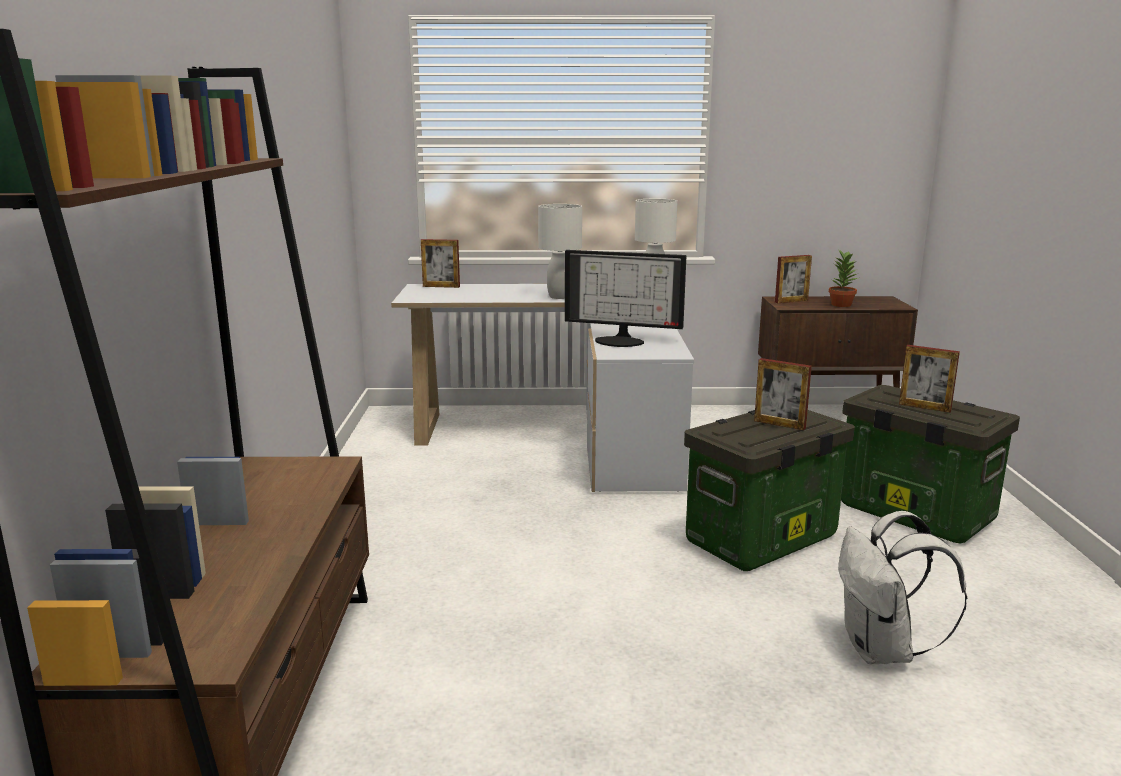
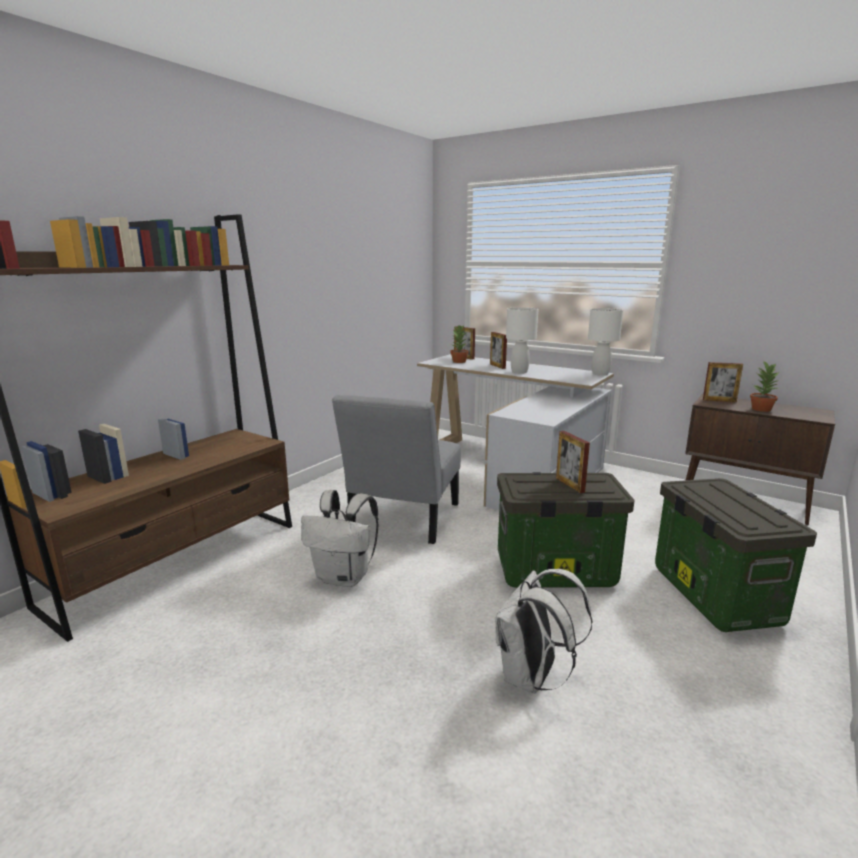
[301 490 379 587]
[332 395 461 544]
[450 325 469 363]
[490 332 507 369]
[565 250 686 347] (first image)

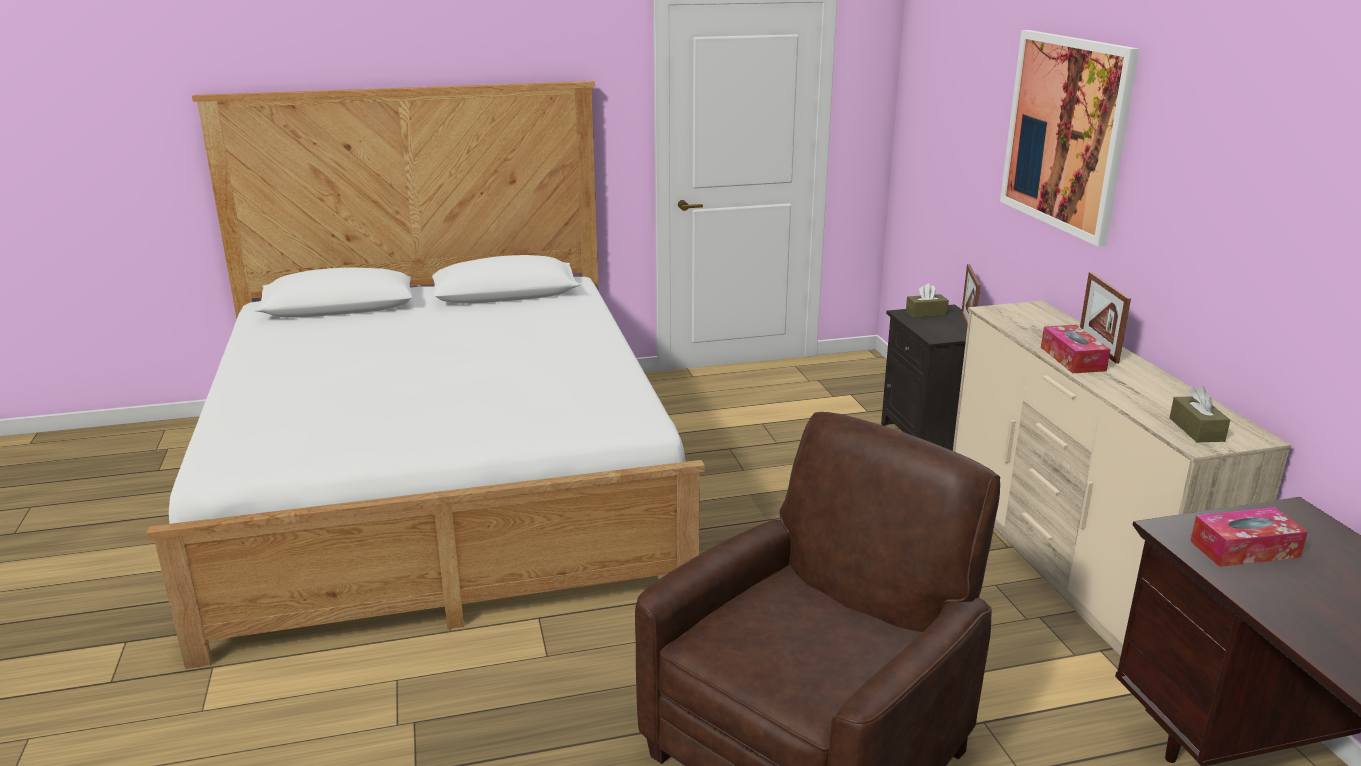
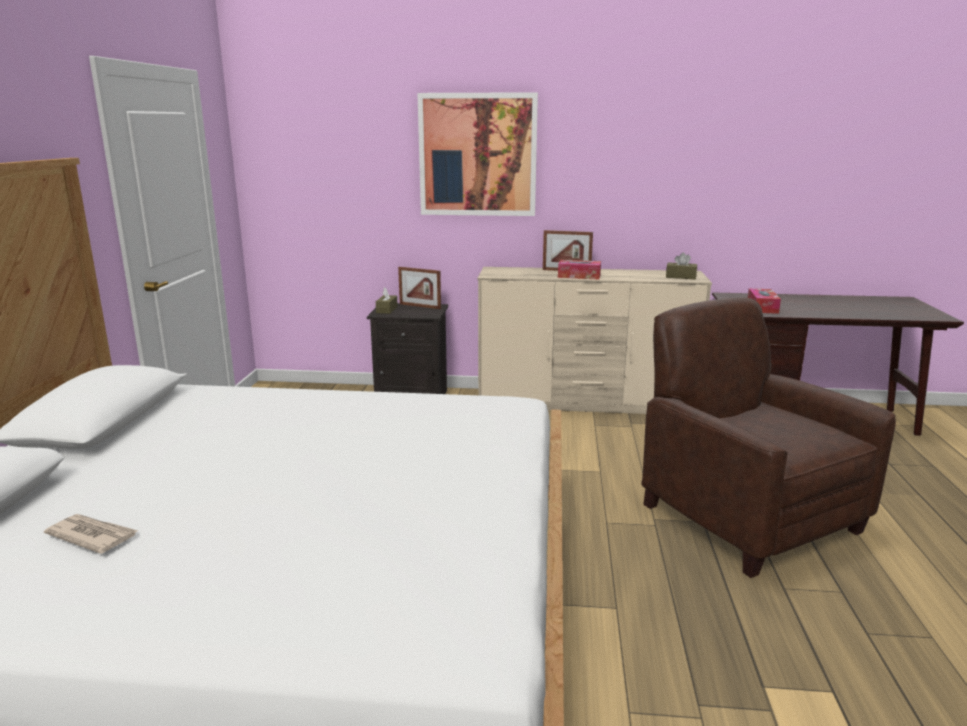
[44 514 138 554]

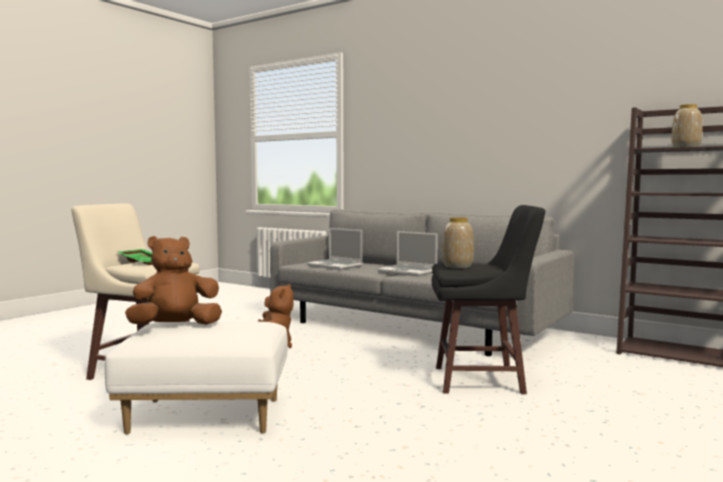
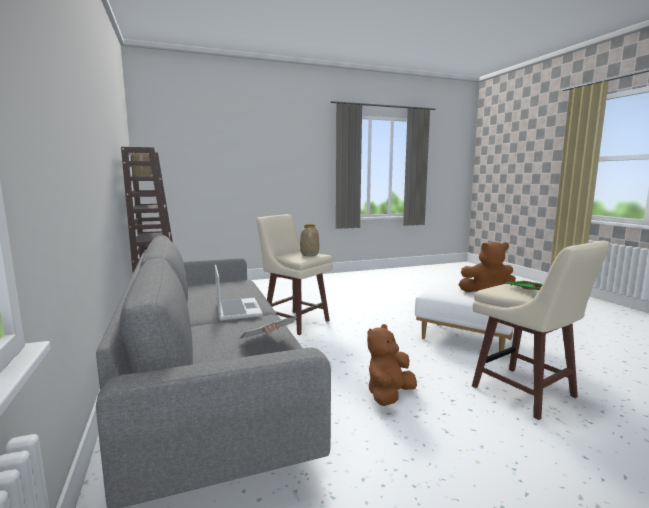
[239 317 298 339]
[256 214 333 335]

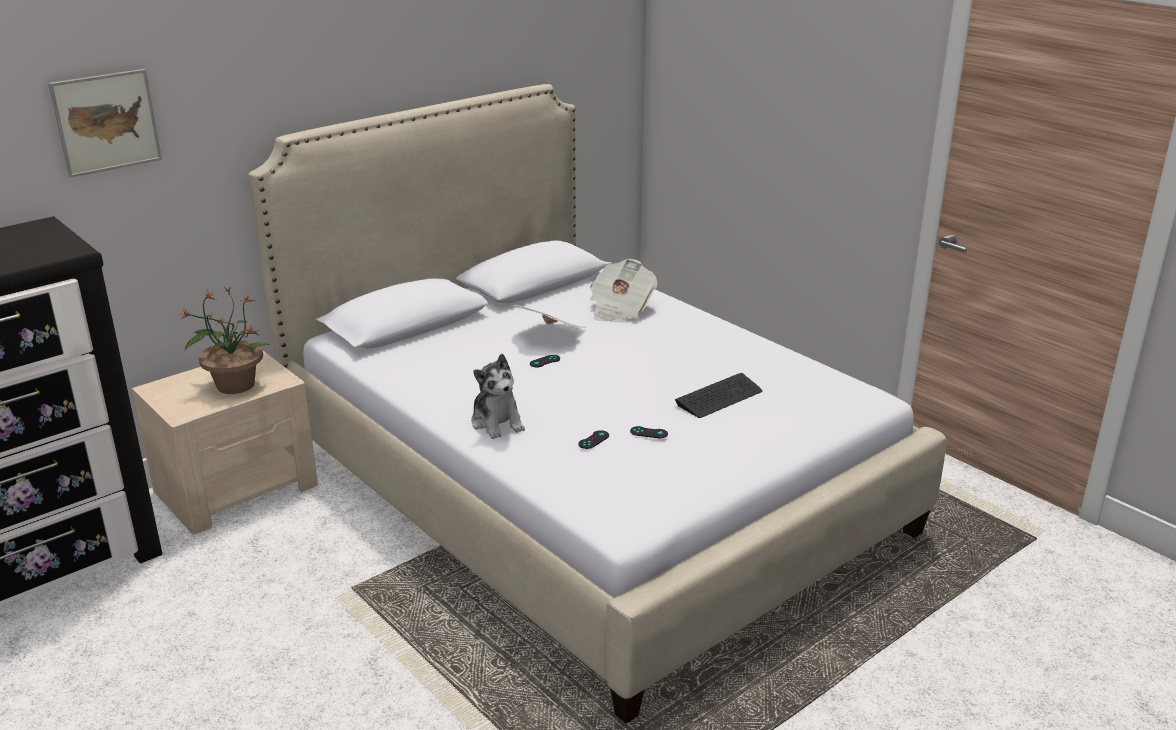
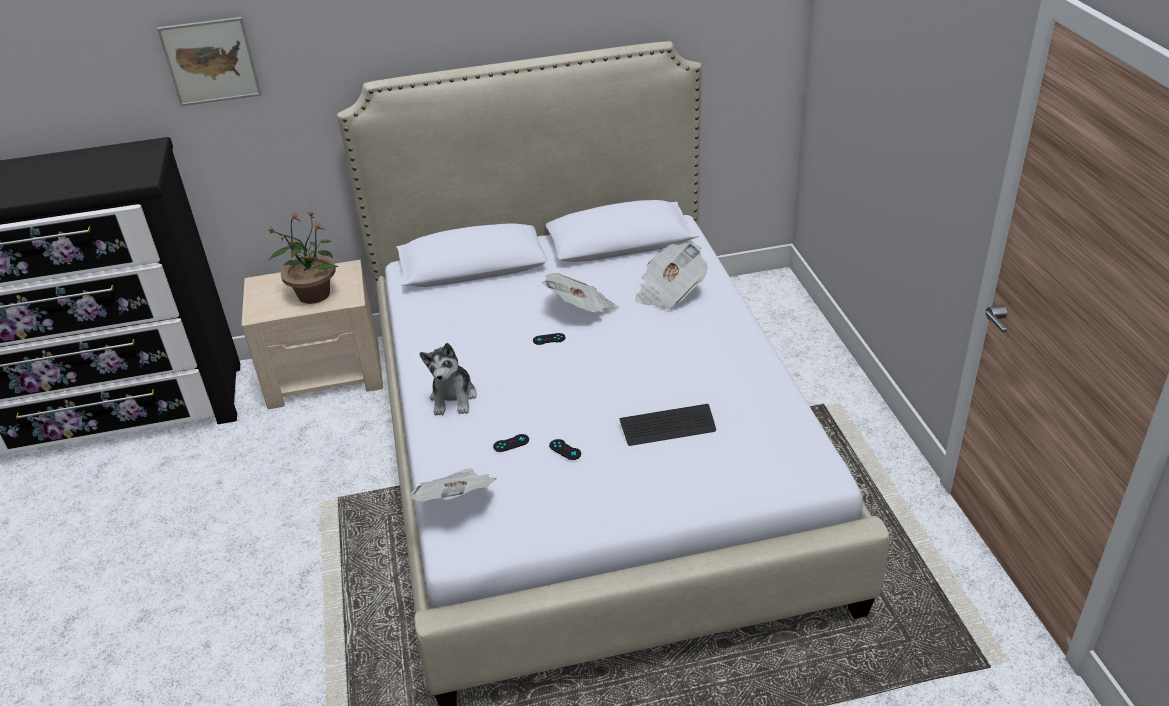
[410 468 496 502]

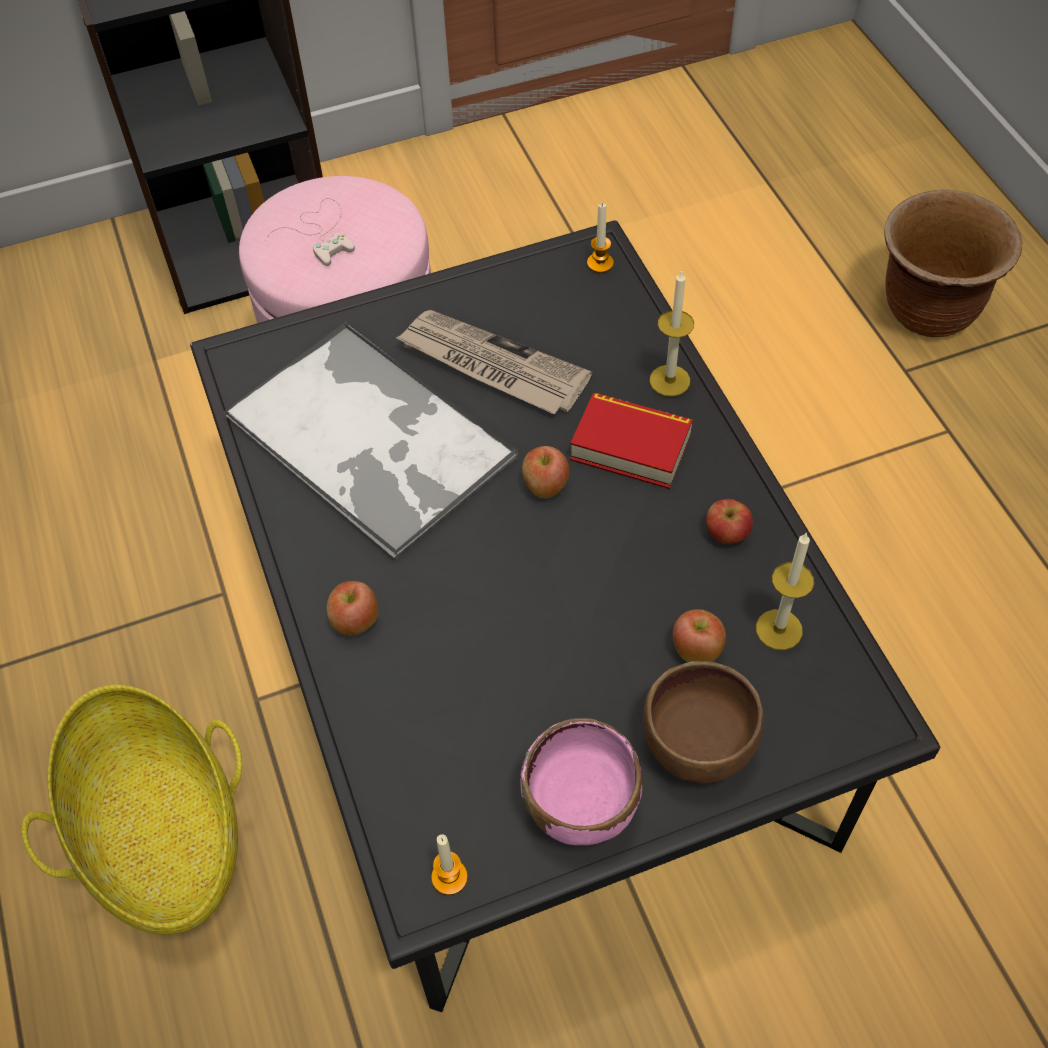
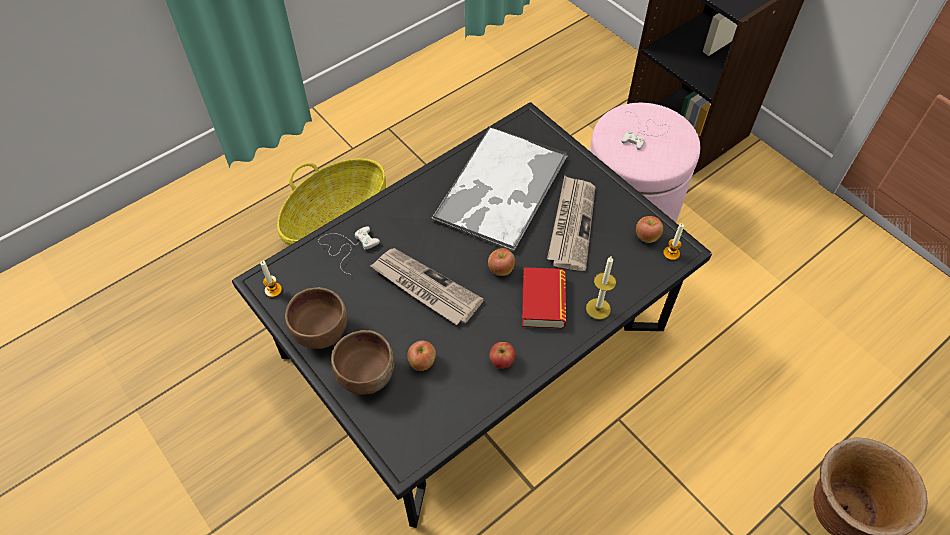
[285 287 347 349]
[318 226 380 274]
[369 248 484 325]
[636 216 663 243]
[756 532 814 650] (first image)

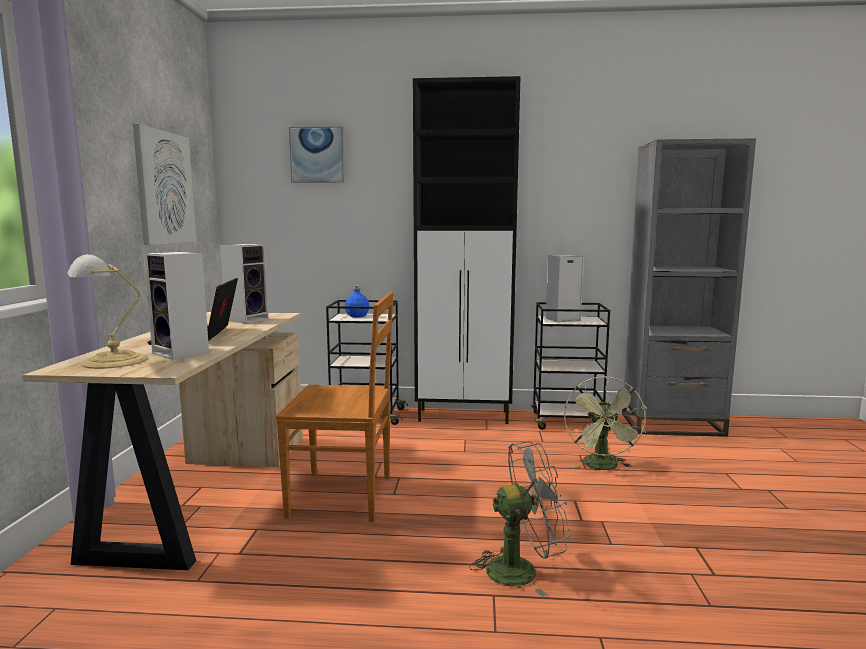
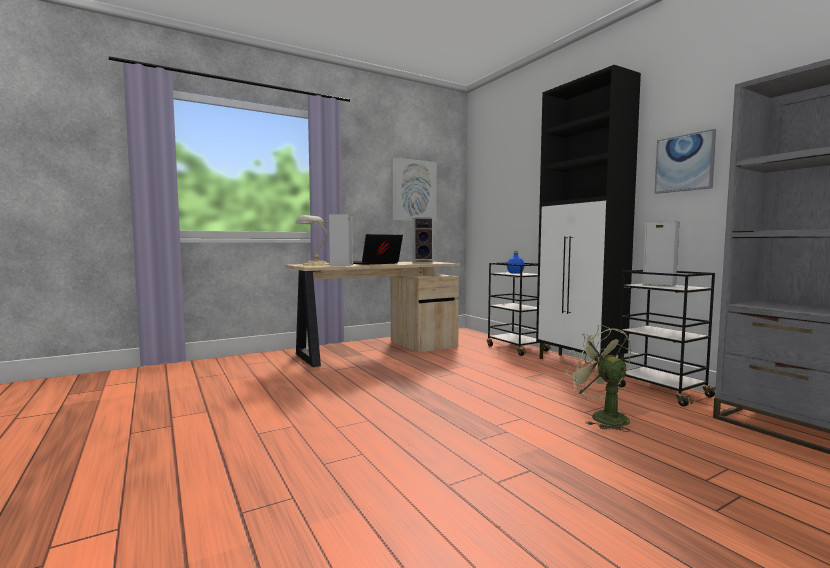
[565 325 632 432]
[654 129 716 194]
[275 291 394 522] (first image)
[469 441 571 597] (first image)

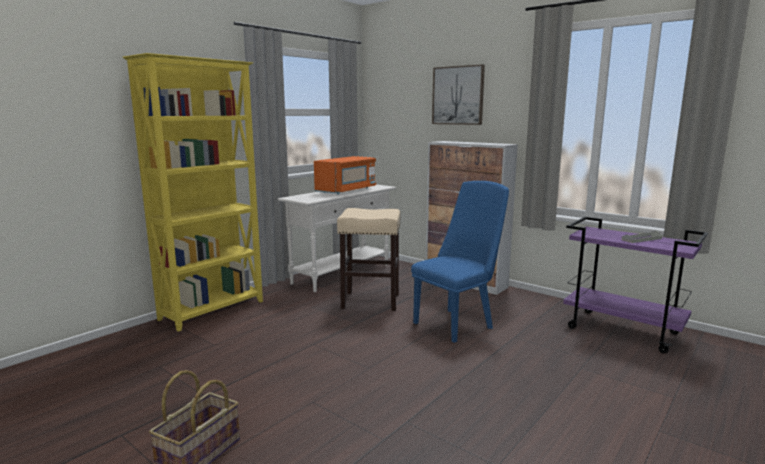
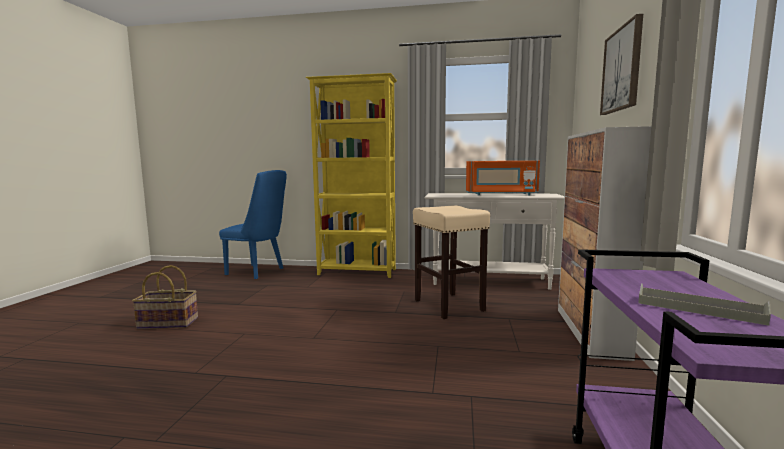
[219 170 287 279]

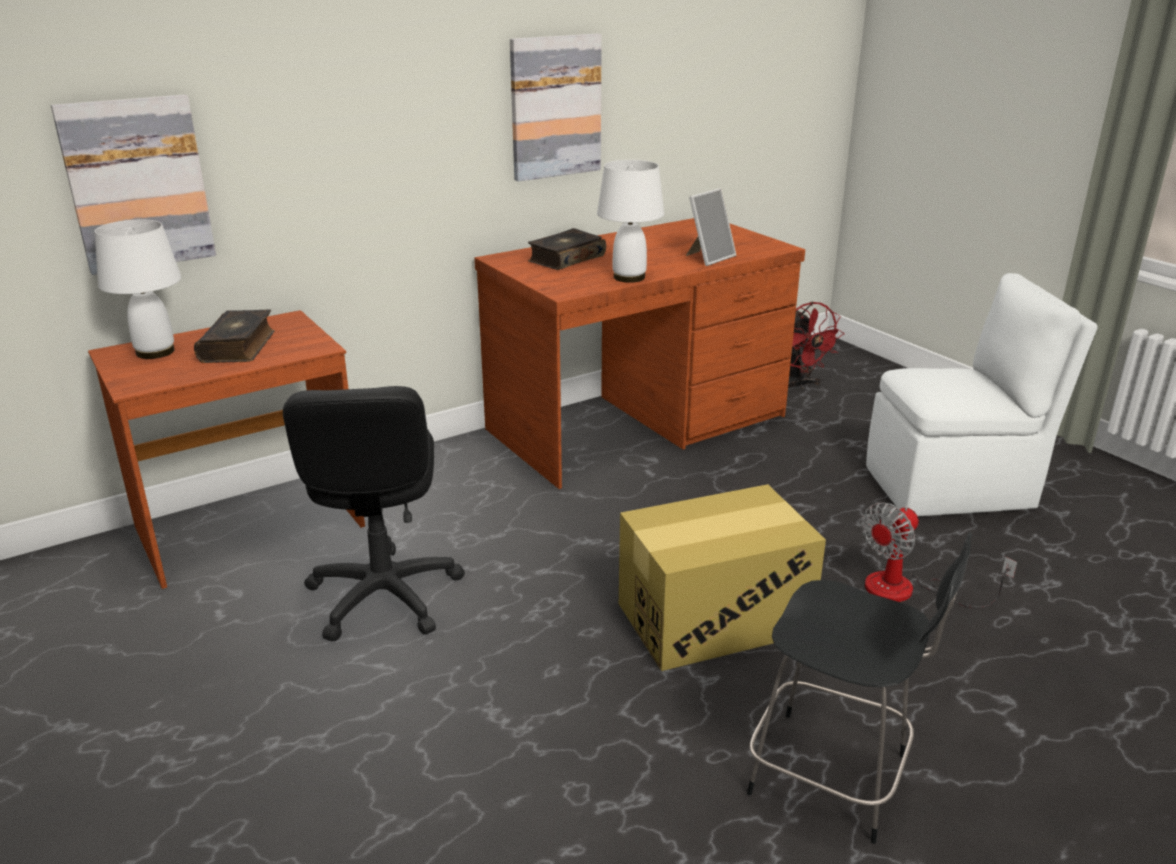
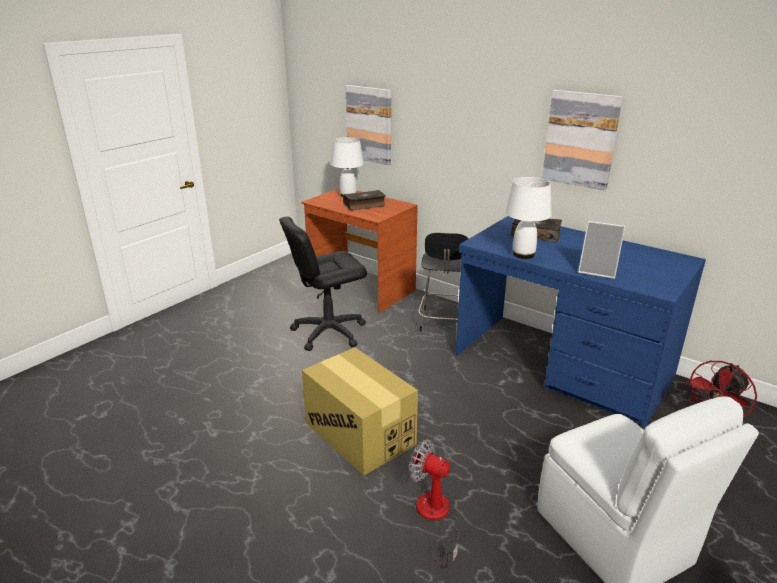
[419 233 468 332]
[456 216 706 428]

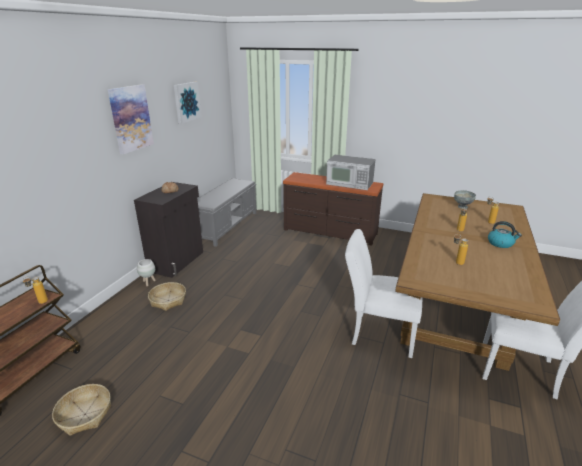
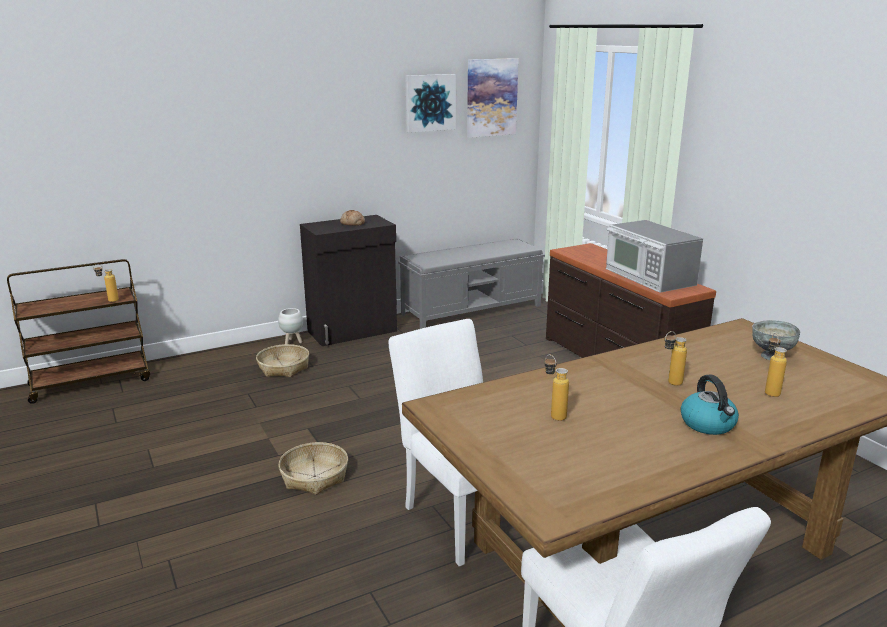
[278 442 348 495]
[467 58 519 138]

